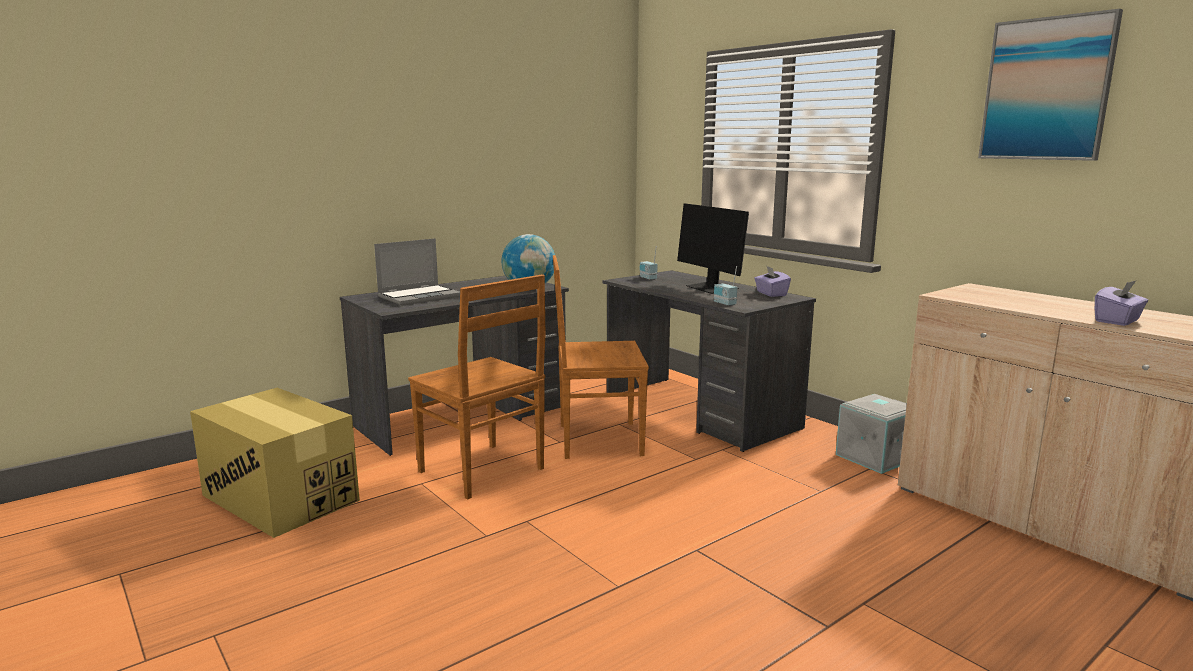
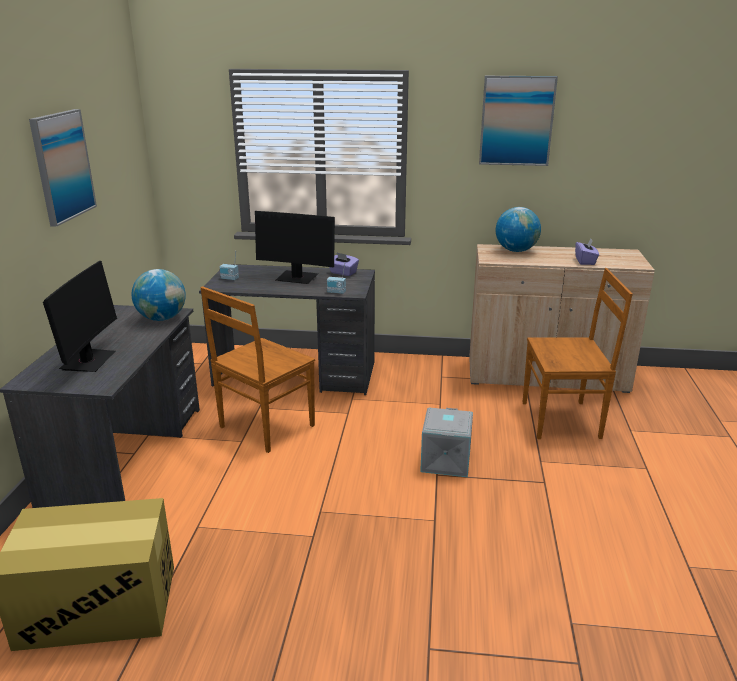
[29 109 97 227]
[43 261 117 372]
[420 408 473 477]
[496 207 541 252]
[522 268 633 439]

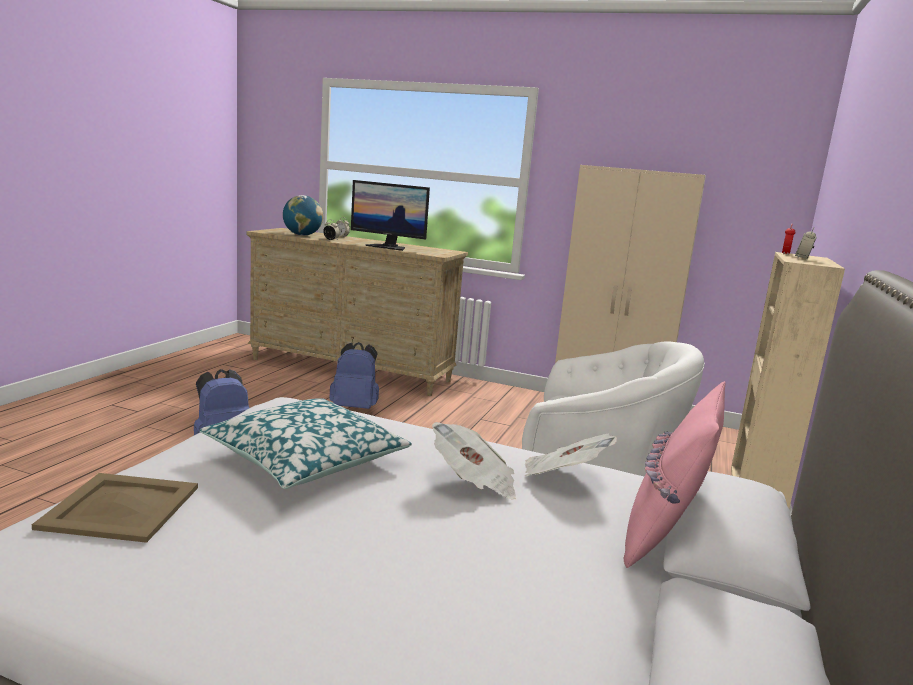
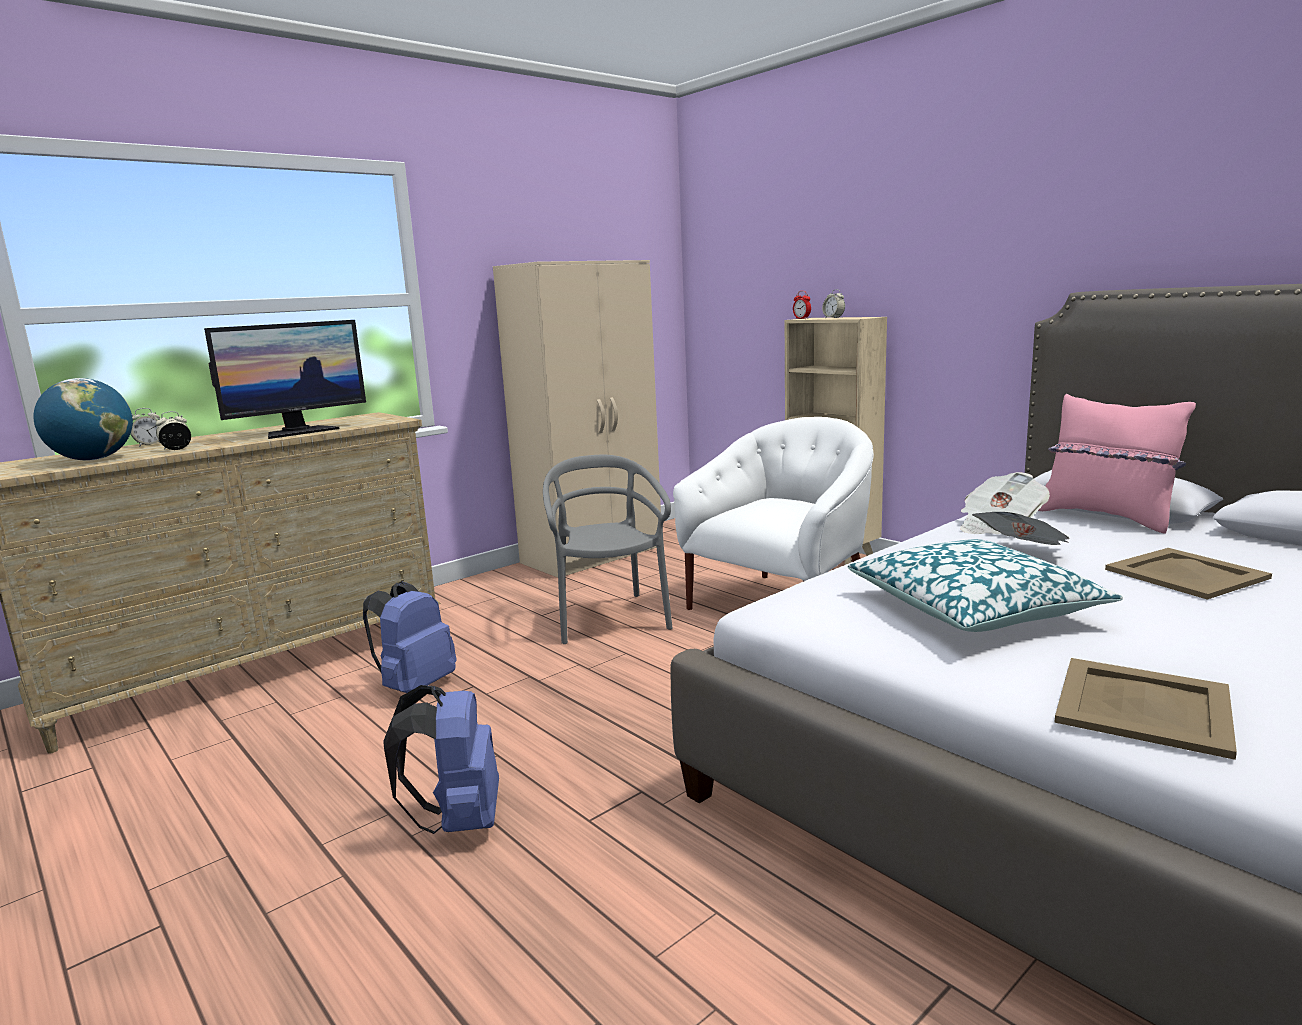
[543 455 673 644]
[1105 548 1272 600]

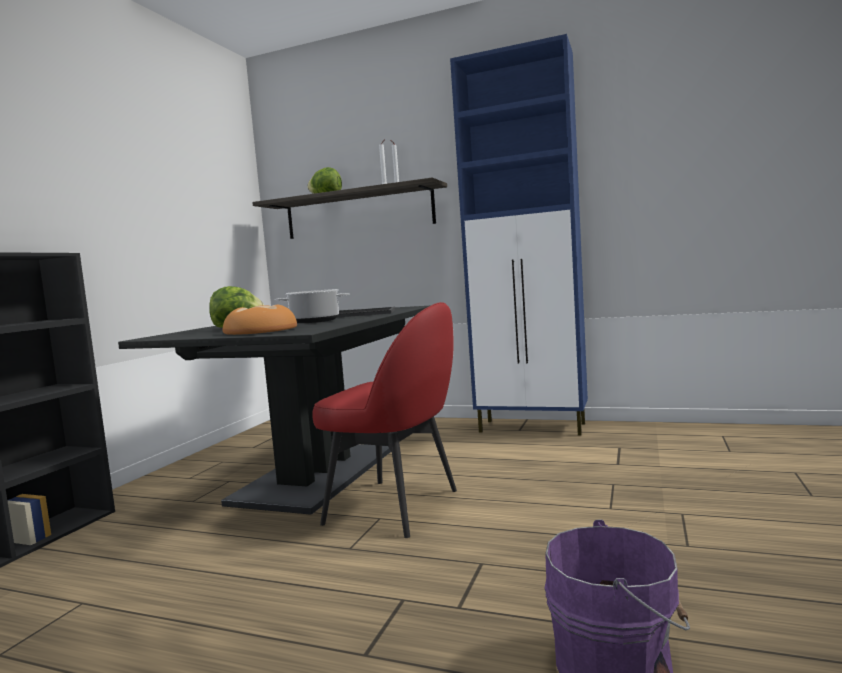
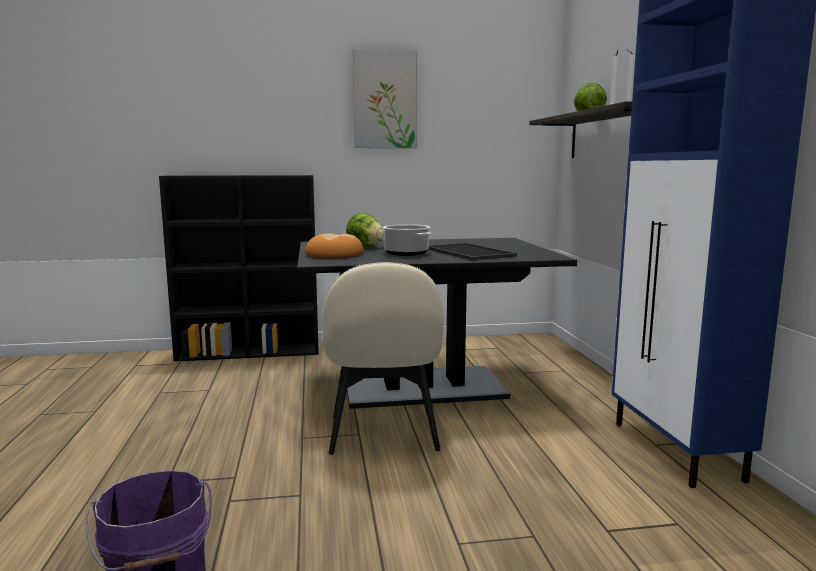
[322 262 444 455]
[353 49 417 148]

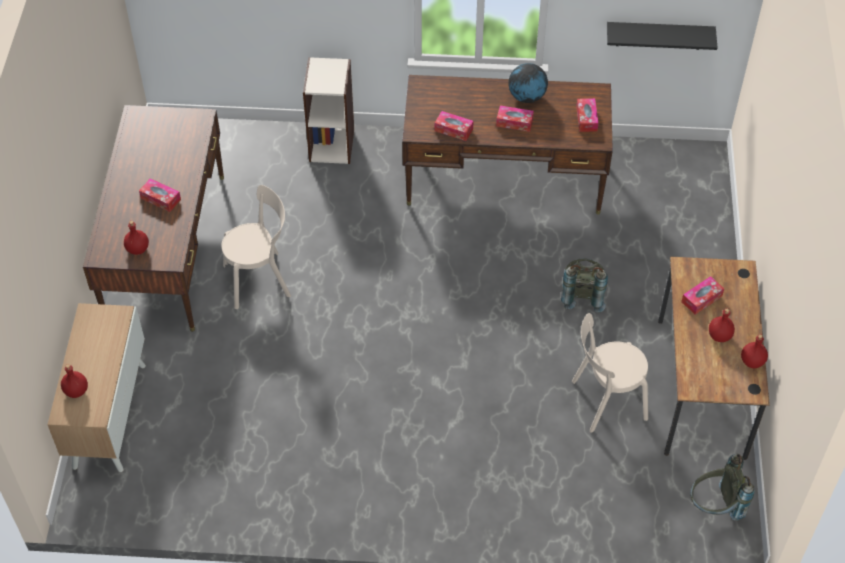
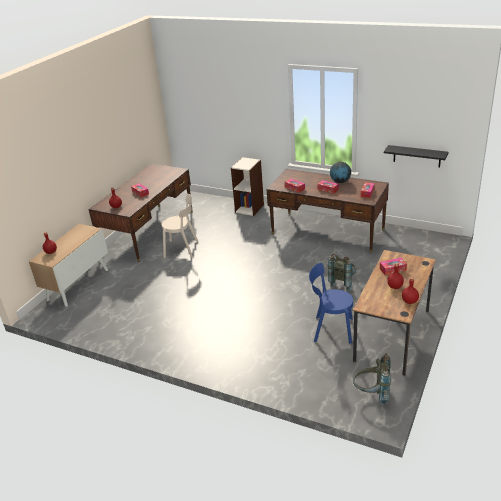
[309 263 353 344]

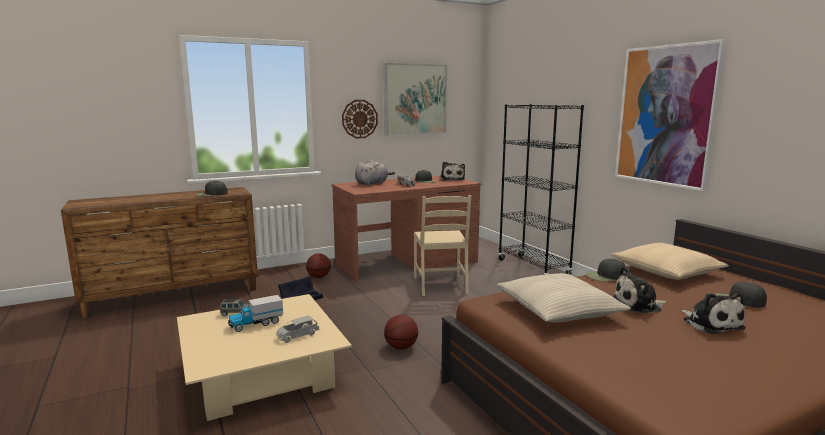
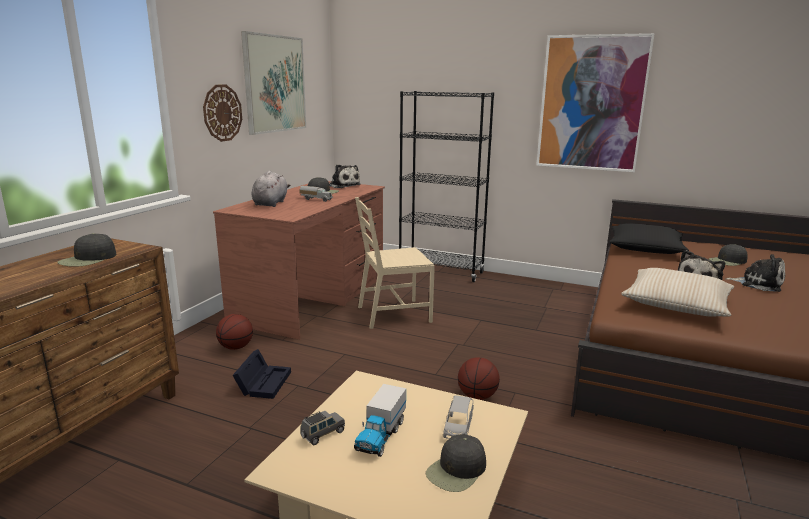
[355 197 435 329]
[426 434 486 492]
[609 223 689 254]

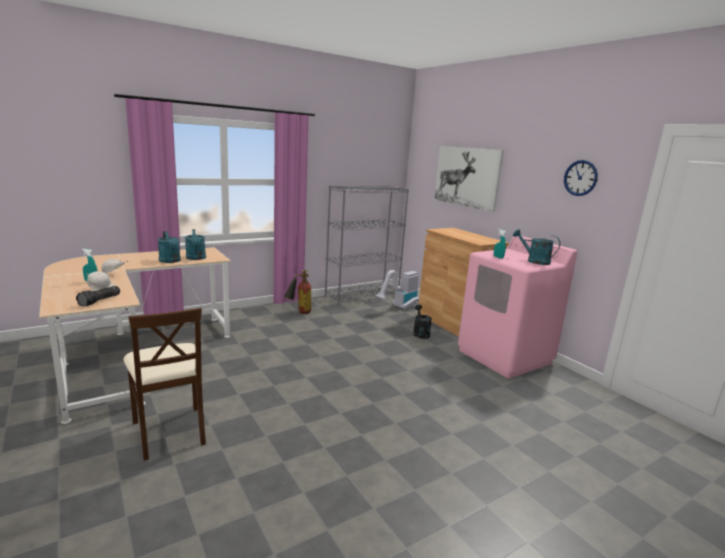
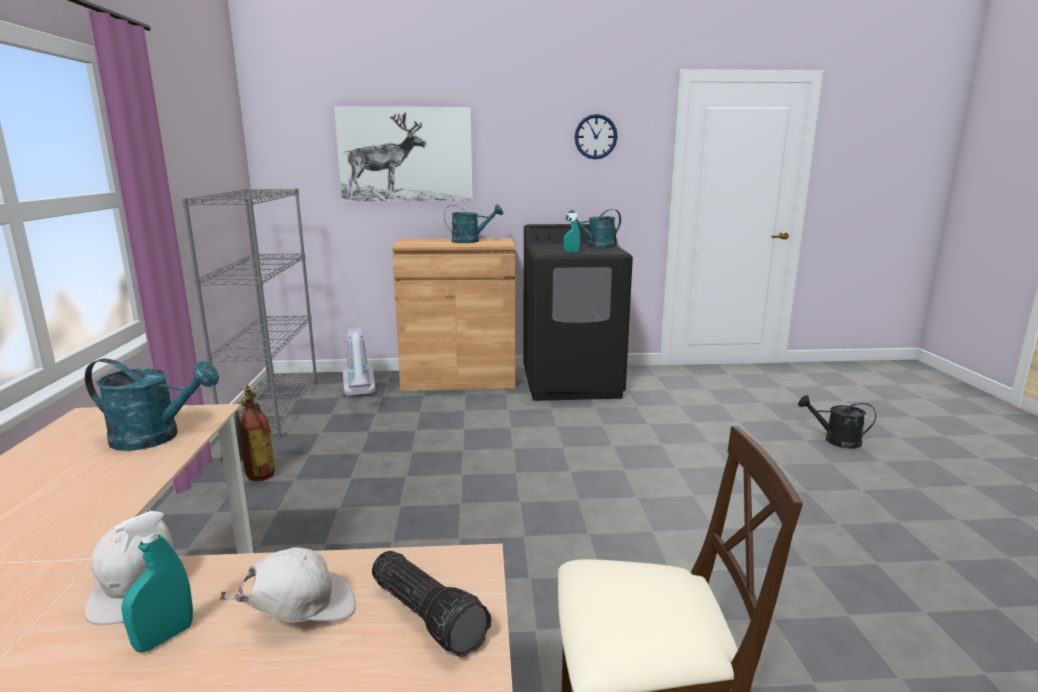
[444 204 503 243]
[523 224 633 401]
[798 395 876 449]

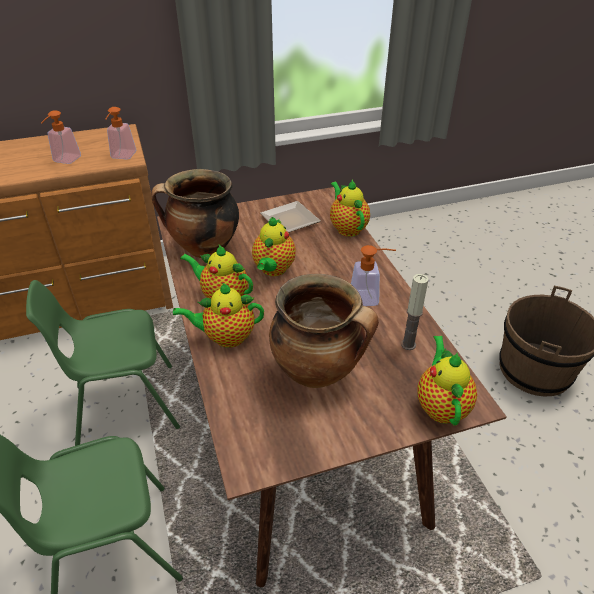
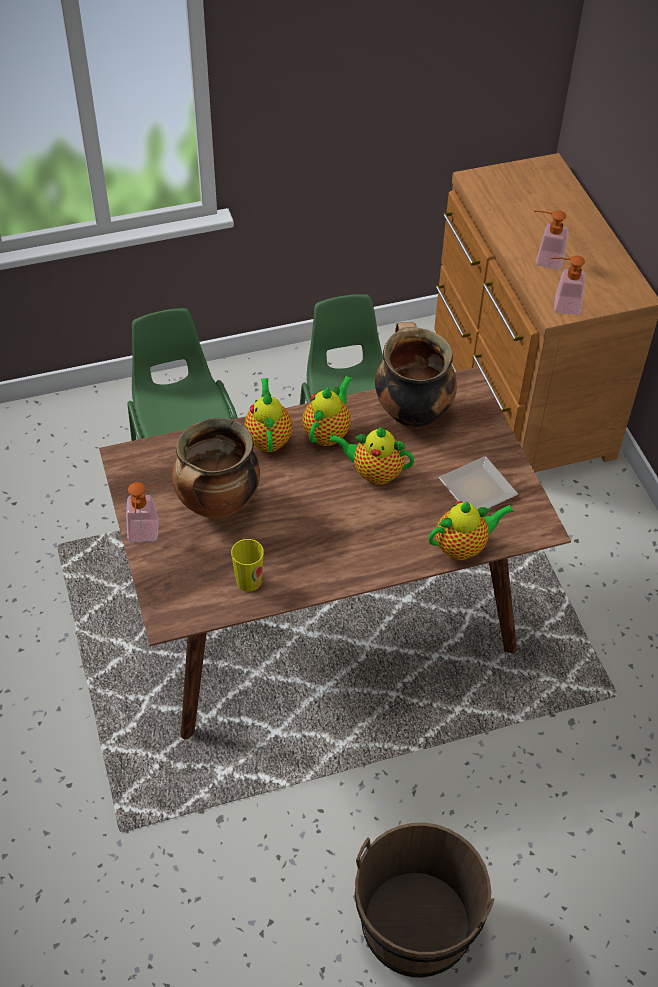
[126 482 159 542]
[231 539 264 592]
[417 336 477 426] (first image)

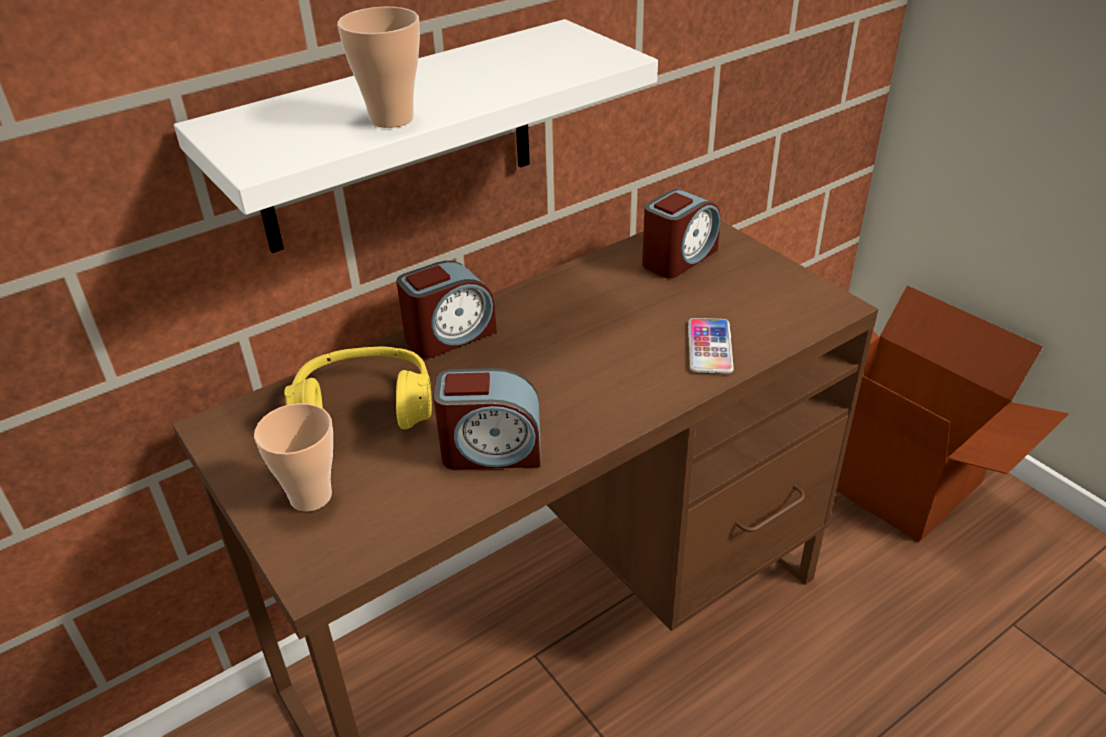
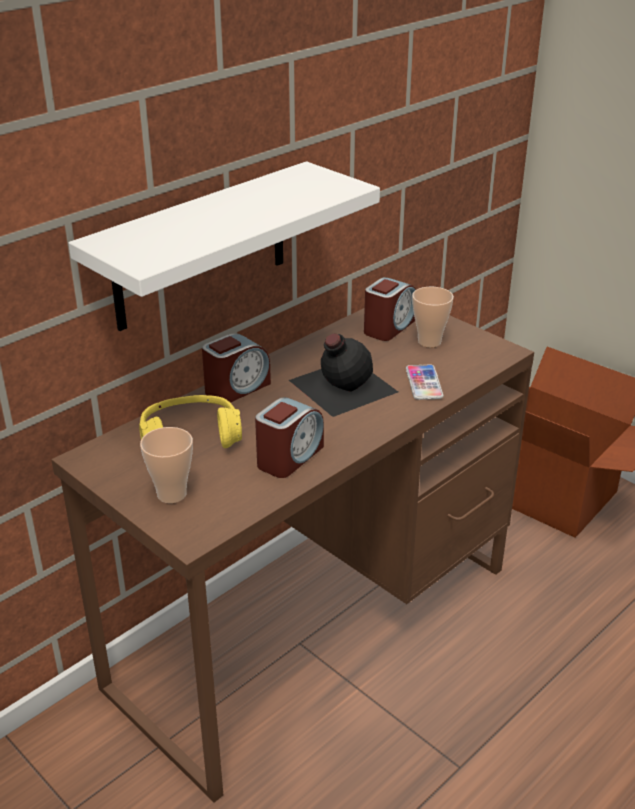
[255 397 324 478]
[289 334 398 417]
[412 287 454 348]

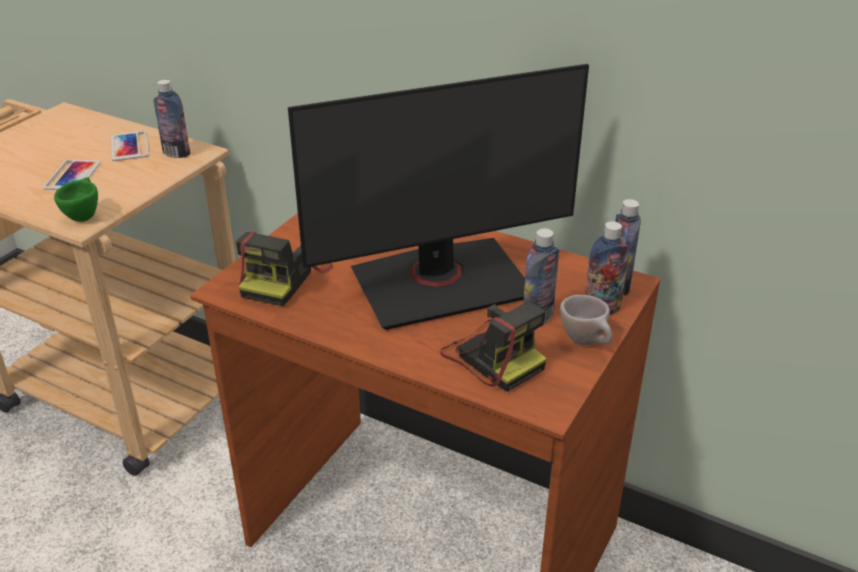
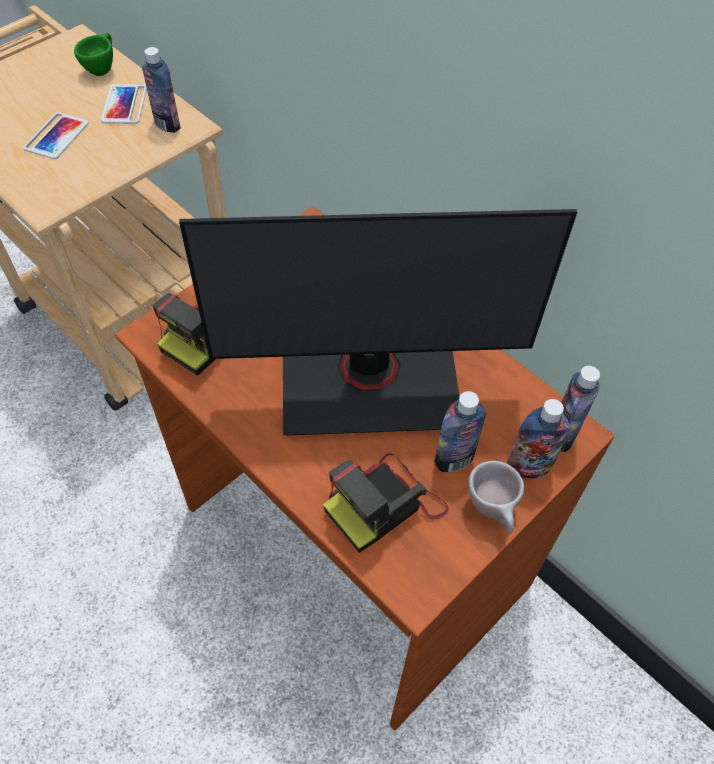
[74 33 113 76]
[323 453 448 553]

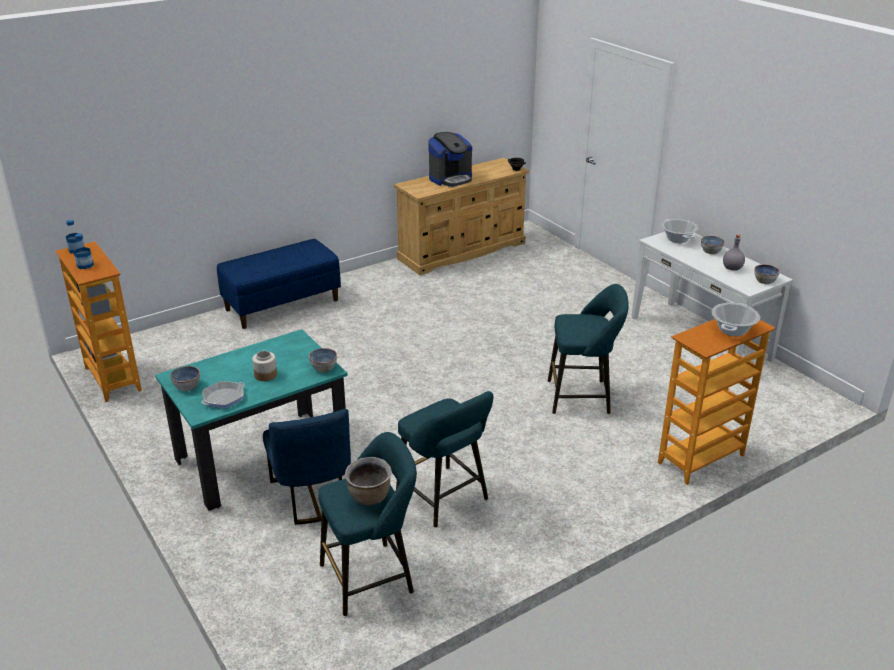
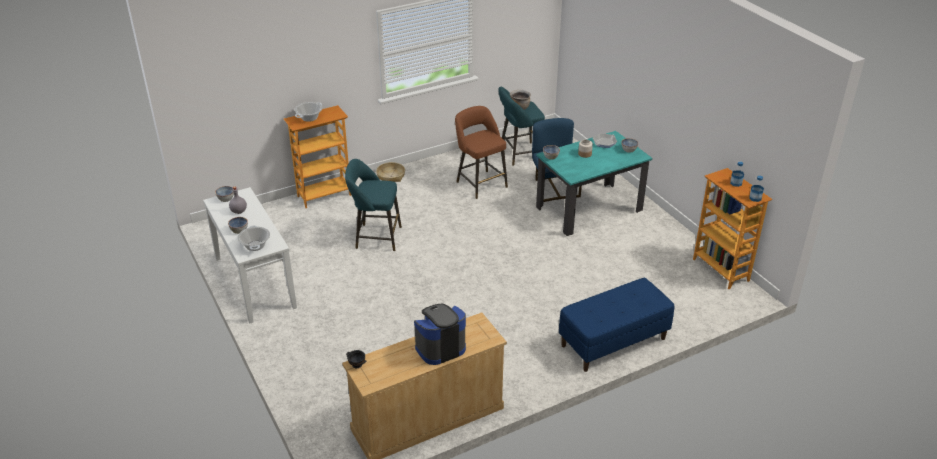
[376 162 405 182]
[455 106 508 199]

